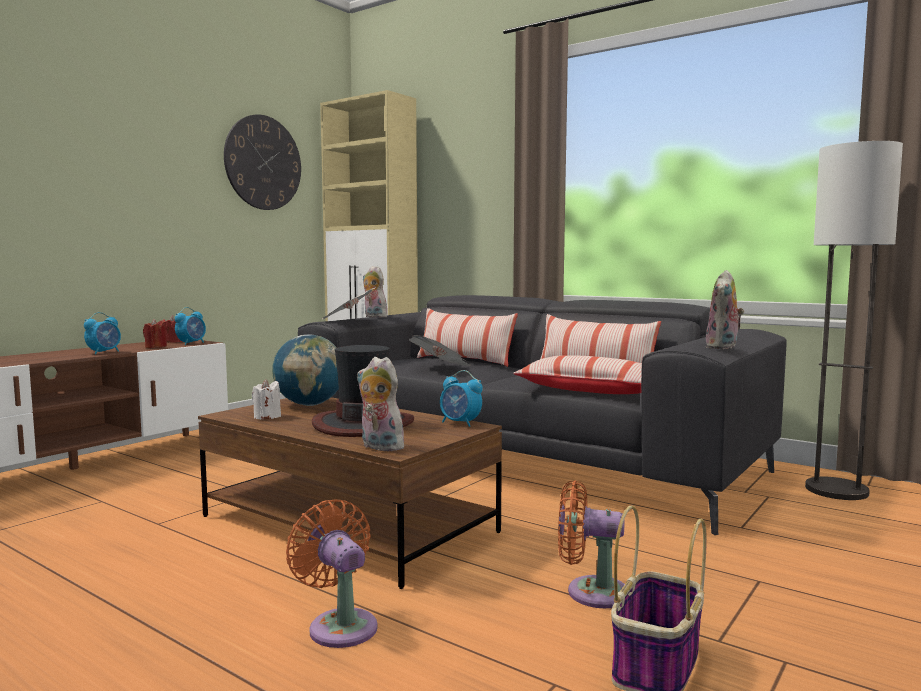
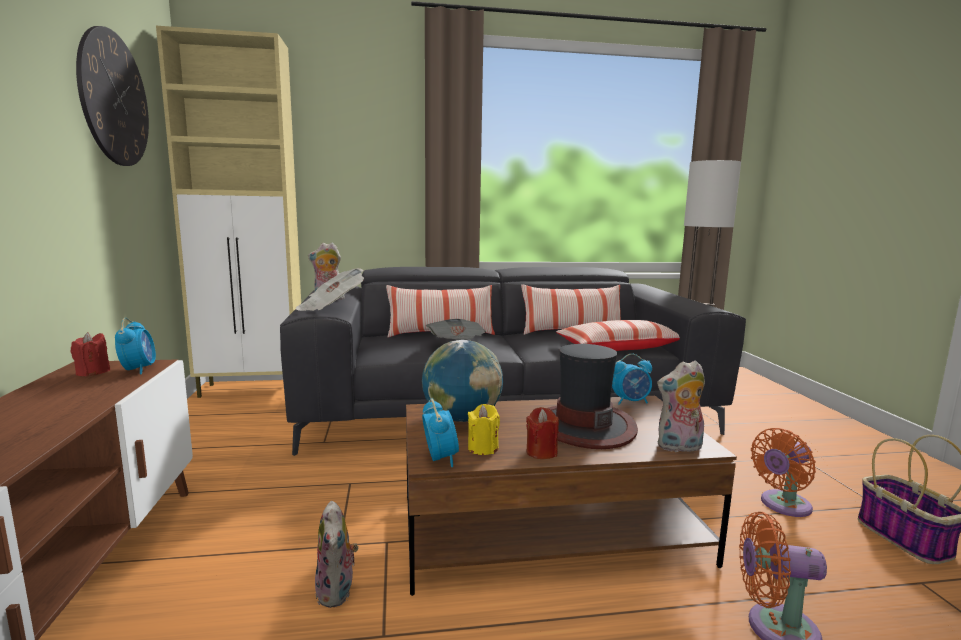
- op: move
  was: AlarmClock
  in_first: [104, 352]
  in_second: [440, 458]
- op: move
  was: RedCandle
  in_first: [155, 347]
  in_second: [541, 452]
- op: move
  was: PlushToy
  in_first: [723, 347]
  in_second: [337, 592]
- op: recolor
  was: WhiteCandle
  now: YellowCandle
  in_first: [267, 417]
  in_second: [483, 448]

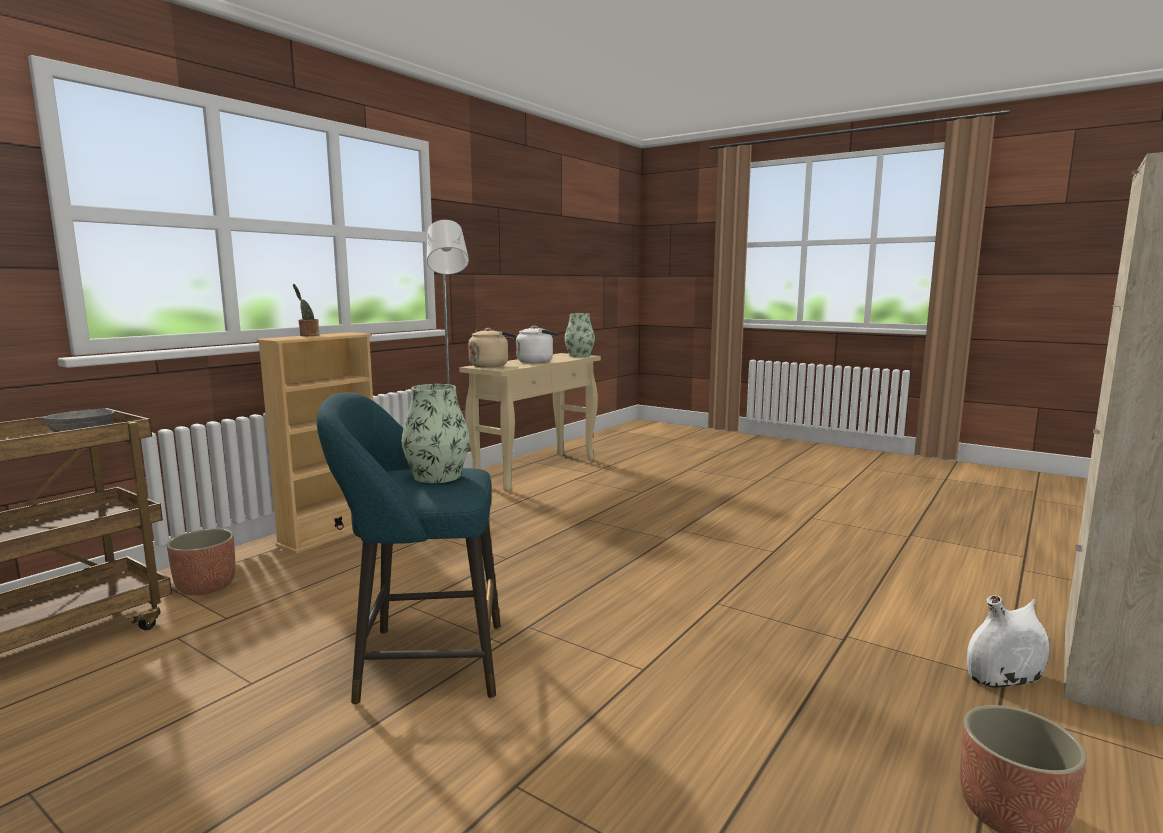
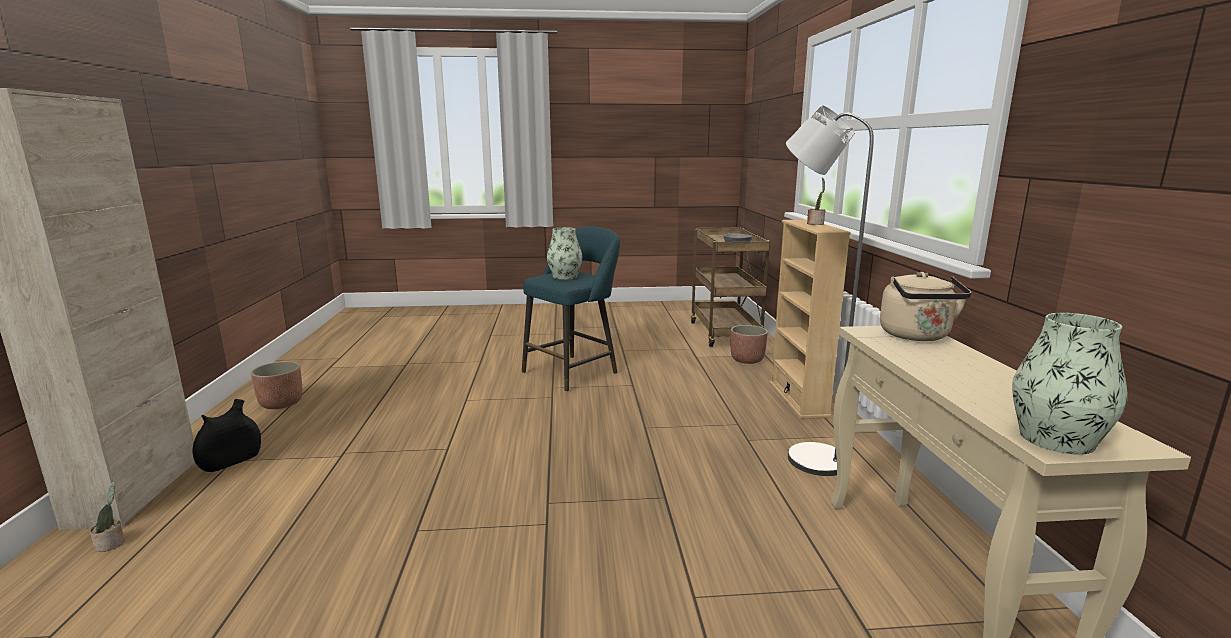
- op: delete
  was: WhiteKettle
  in_first: [537, 361]
- op: insert
  now: PottedPlant
  in_second: [112, 544]
- op: recolor
  was: WhiteVase
  now: BlackVase
  in_first: [1004, 678]
  in_second: [231, 461]

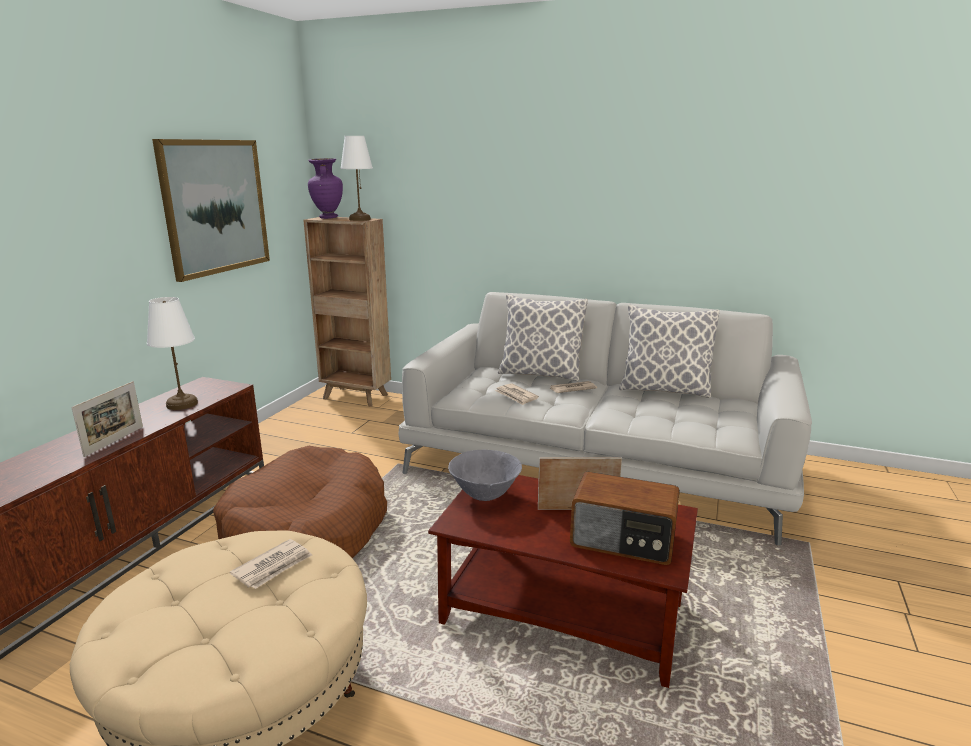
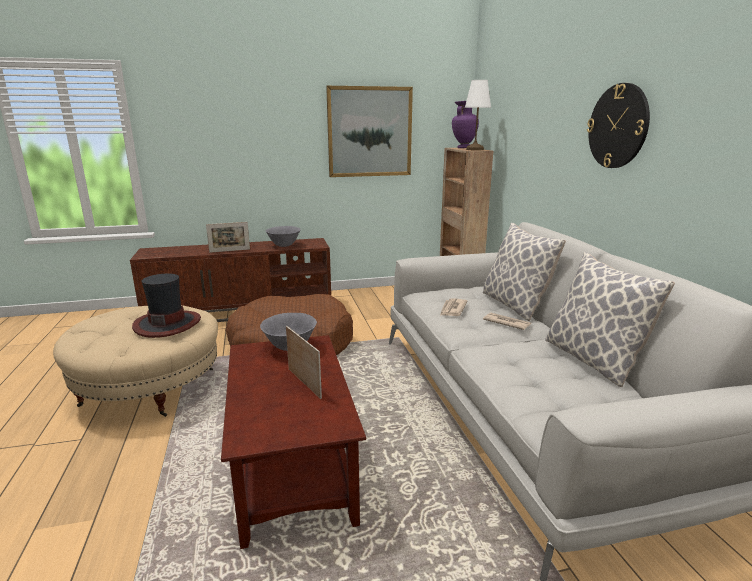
- op: delete
  was: Radio
  in_first: [623, 540]
- op: insert
  now: WallClock
  in_second: [618, 126]
- op: replace
  was: WhiteTableLamp
  now: GreyBowl
  in_first: [182, 404]
  in_second: [284, 246]
- op: replace
  was: Newspaper
  now: Hat
  in_first: [273, 566]
  in_second: [167, 324]

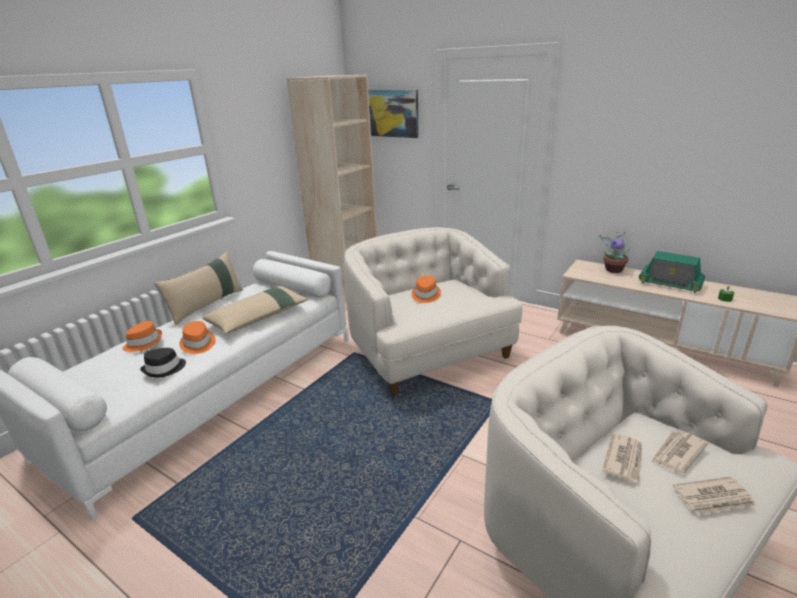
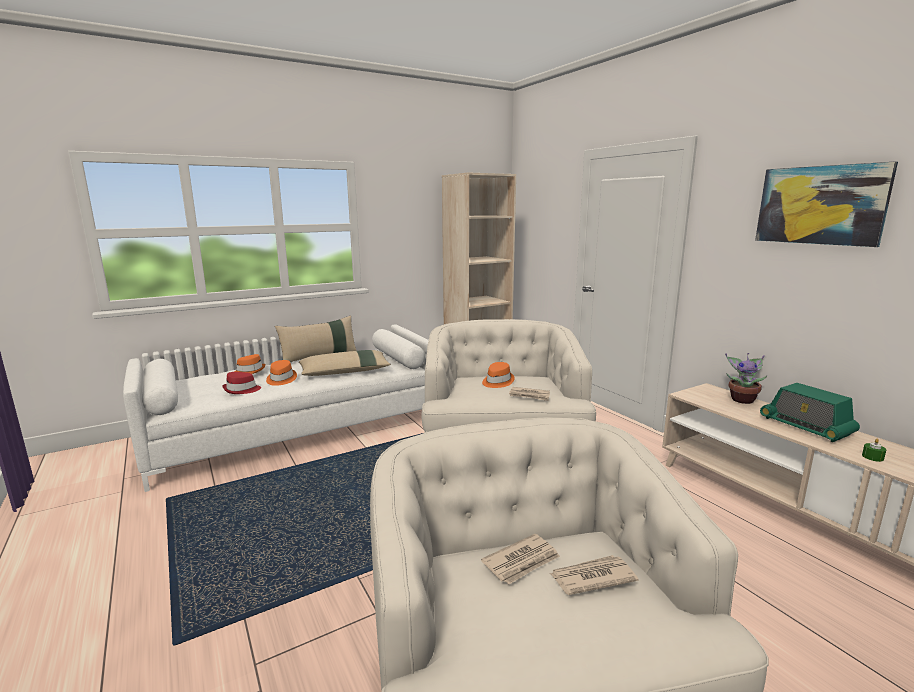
- op: move
  was: Picture
  in_first: [390, 113]
  in_second: [820, 205]
- op: move
  was: Newspaper
  in_first: [714, 498]
  in_second: [529, 395]
- op: recolor
  was: BlackHat
  now: RedHat
  in_first: [164, 369]
  in_second: [242, 390]

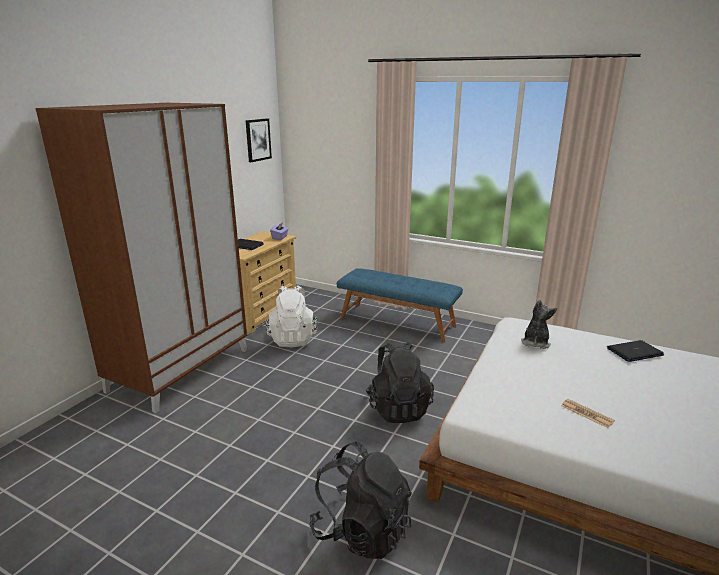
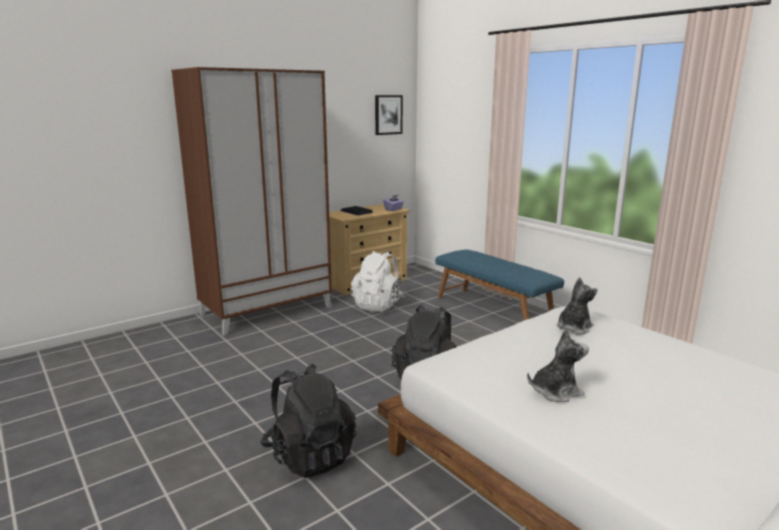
- op: delete
  was: Laptop
  in_first: [634, 352]
- op: replace
  was: Newspaper
  now: PlushToy
  in_first: [586, 413]
  in_second: [555, 391]

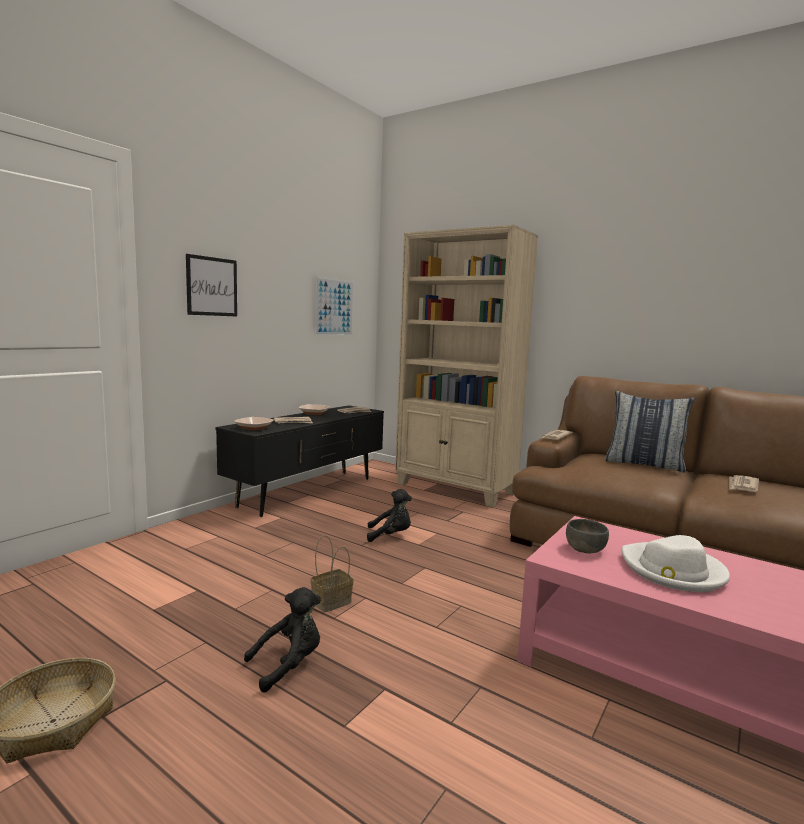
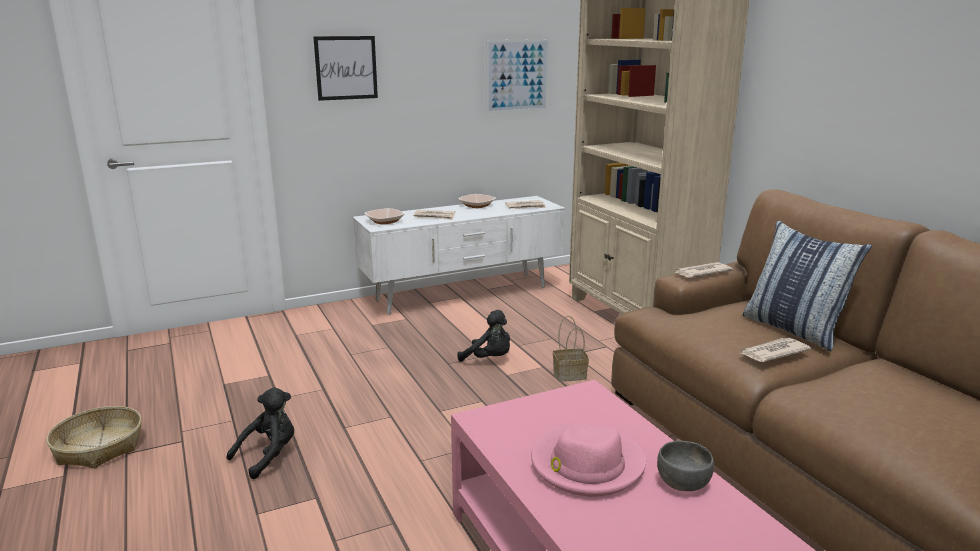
- op: move
  was: Basket
  in_first: [332, 601]
  in_second: [570, 374]
- op: move
  was: GreyBowl
  in_first: [585, 549]
  in_second: [683, 482]
- op: move
  was: Newspaper
  in_first: [742, 486]
  in_second: [773, 352]
- op: recolor
  was: BlackTvStand
  now: WhiteTvStand
  in_first: [308, 492]
  in_second: [462, 294]
- op: recolor
  was: WhiteHat
  now: PinkHat
  in_first: [672, 570]
  in_second: [586, 465]
- op: rotate
  was: BlackPlushToy
  in_first: [288, 665]
  in_second: [269, 456]
  clockwise: -45

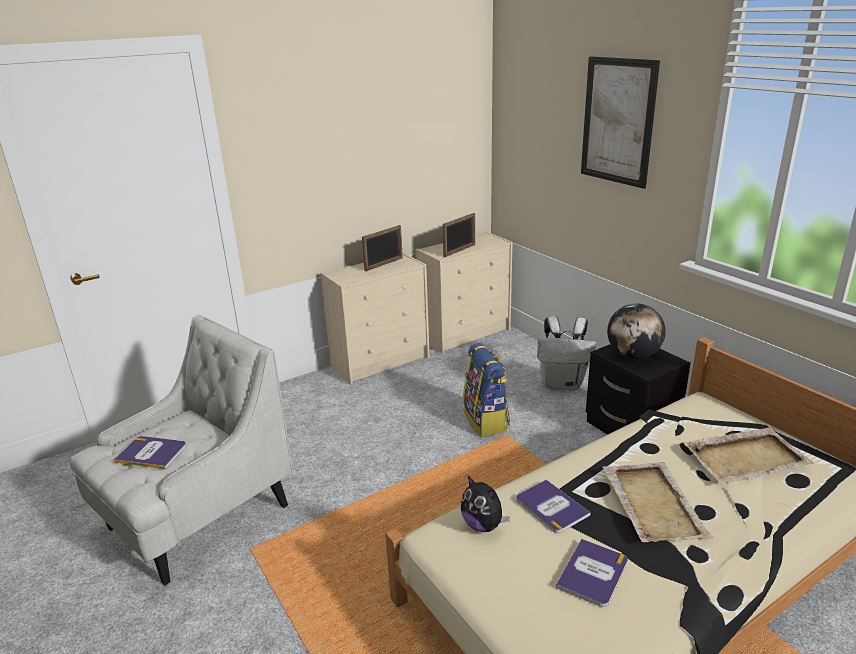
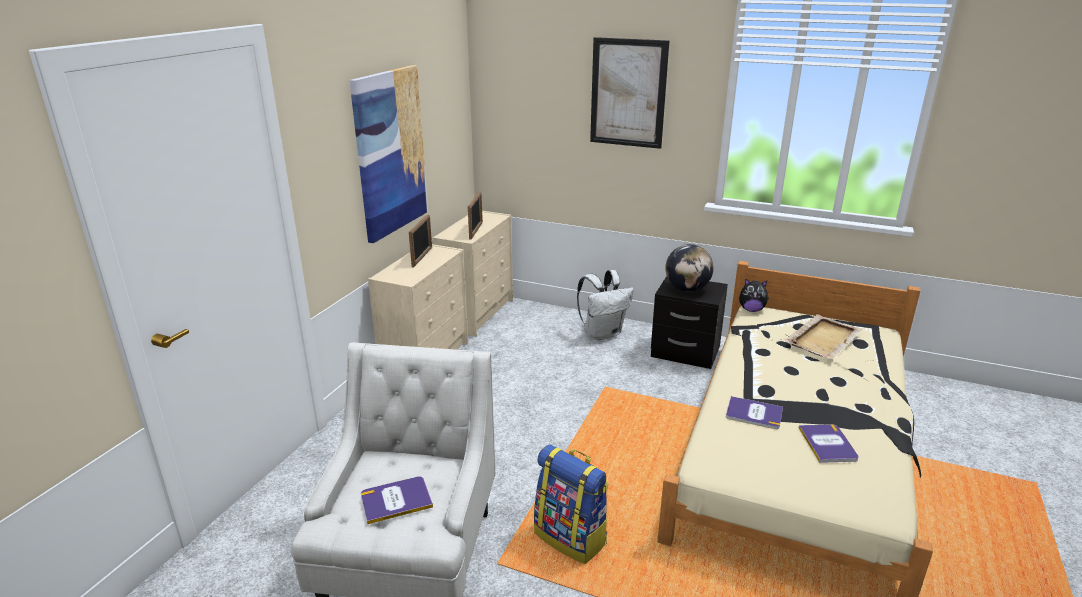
- op: delete
  was: BeigeTray
  in_first: [653, 503]
- op: insert
  now: Picture
  in_second: [390, 152]
- op: move
  was: PlushToy
  in_first: [483, 525]
  in_second: [751, 310]
- op: move
  was: Backpack
  in_first: [486, 421]
  in_second: [571, 537]

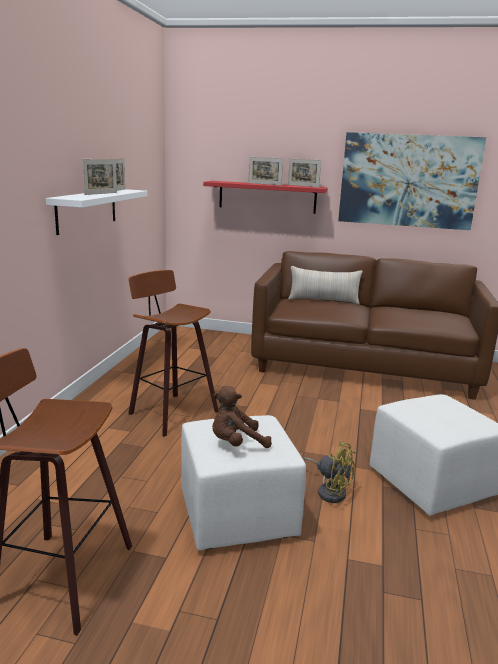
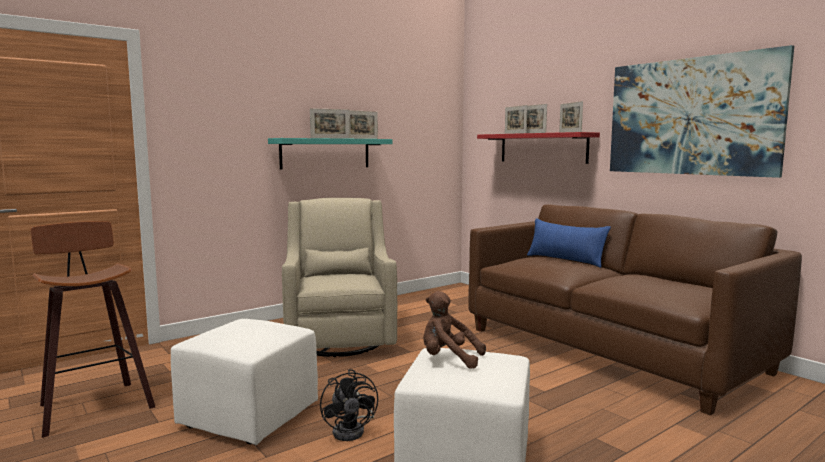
- op: insert
  now: PictureFrame
  in_second: [515, 133]
- op: move
  was: BrownPlushToy
  in_first: [236, 443]
  in_second: [448, 359]
- op: replace
  was: Stool
  now: BeigeArmchair
  in_first: [170, 412]
  in_second: [339, 340]
- op: recolor
  was: WhiteShelf
  now: TurquoiseShelf
  in_first: [87, 210]
  in_second: [325, 153]
- op: recolor
  was: BeigePillow
  now: BluePillow
  in_first: [323, 300]
  in_second: [565, 260]
- op: recolor
  was: YellowFan
  now: BlackFan
  in_first: [329, 491]
  in_second: [353, 430]

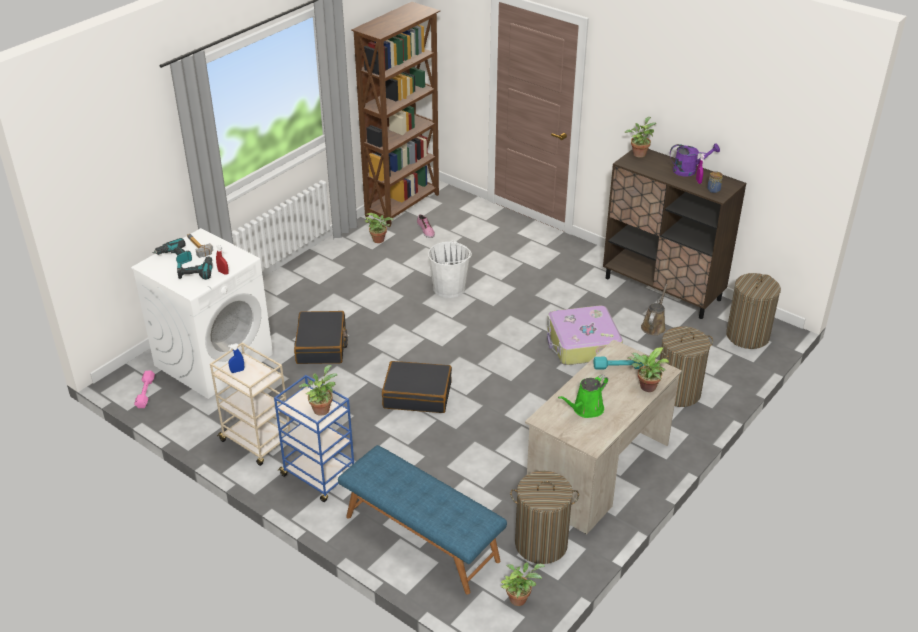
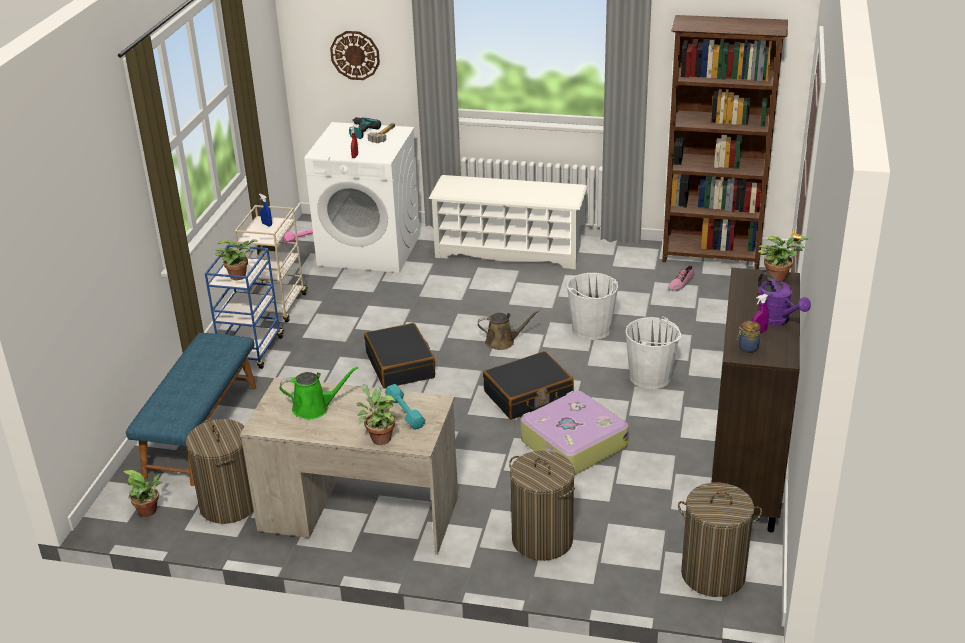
- op: delete
  was: PowerDrill
  in_first: [196, 272]
- op: delete
  was: PottedPlant
  in_first: [380, 240]
- op: insert
  now: WallClock
  in_second: [355, 55]
- op: insert
  now: WhiteShoeRack
  in_second: [509, 251]
- op: insert
  now: WhiteBucket
  in_second: [650, 377]
- op: move
  was: BlackSuitcase
  in_first: [321, 345]
  in_second: [528, 396]
- op: move
  was: BrownWateringCan
  in_first: [654, 326]
  in_second: [503, 342]
- op: rotate
  was: GreenWateringCan
  in_first: [585, 409]
  in_second: [315, 408]
  clockwise: 150

